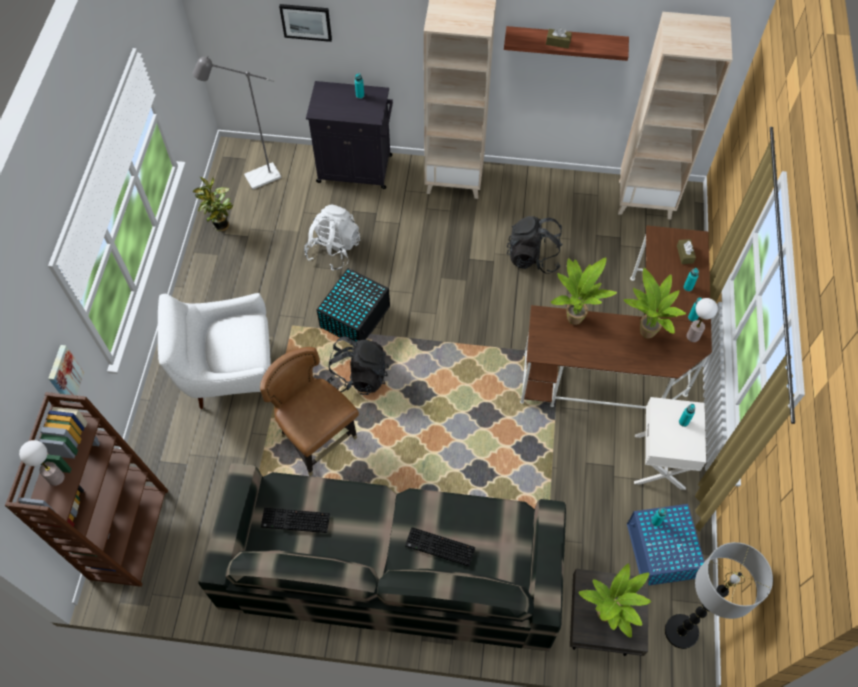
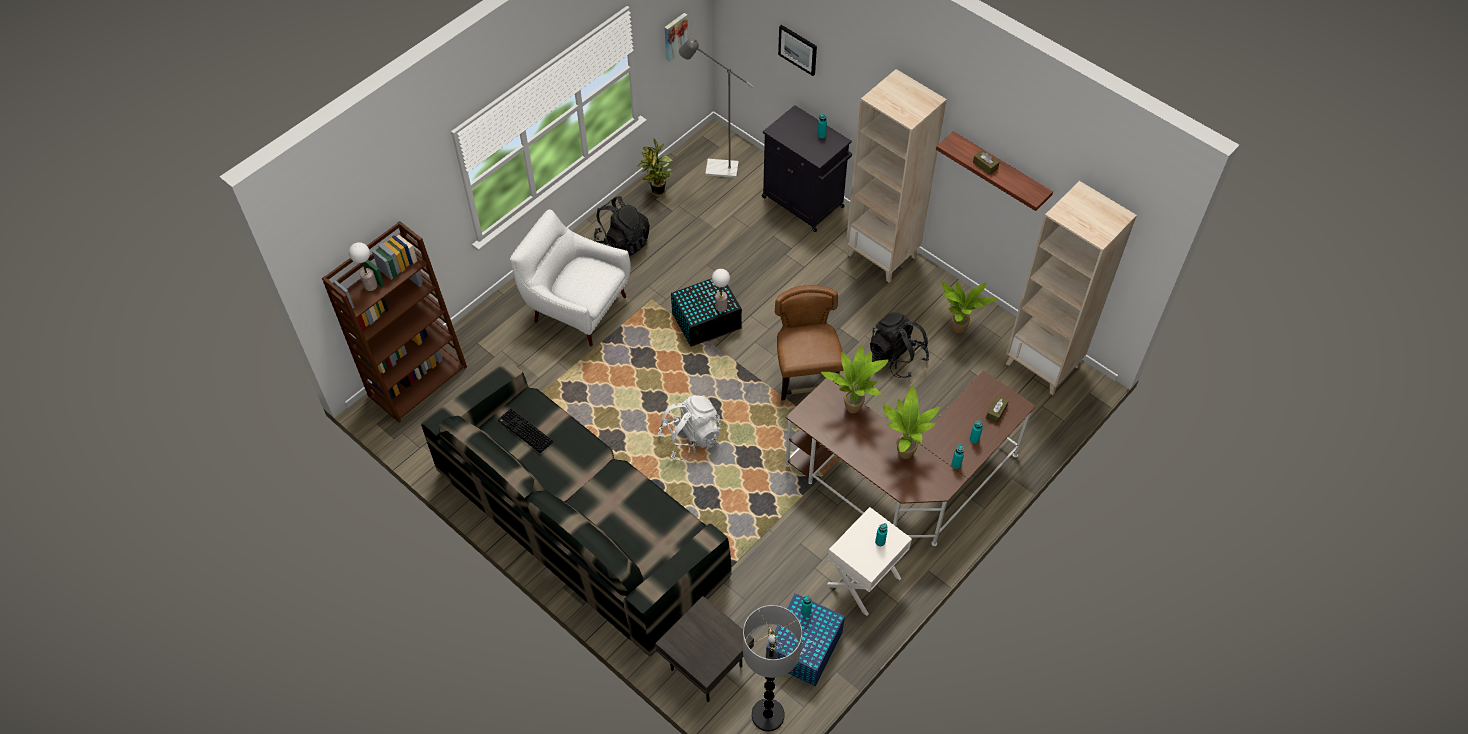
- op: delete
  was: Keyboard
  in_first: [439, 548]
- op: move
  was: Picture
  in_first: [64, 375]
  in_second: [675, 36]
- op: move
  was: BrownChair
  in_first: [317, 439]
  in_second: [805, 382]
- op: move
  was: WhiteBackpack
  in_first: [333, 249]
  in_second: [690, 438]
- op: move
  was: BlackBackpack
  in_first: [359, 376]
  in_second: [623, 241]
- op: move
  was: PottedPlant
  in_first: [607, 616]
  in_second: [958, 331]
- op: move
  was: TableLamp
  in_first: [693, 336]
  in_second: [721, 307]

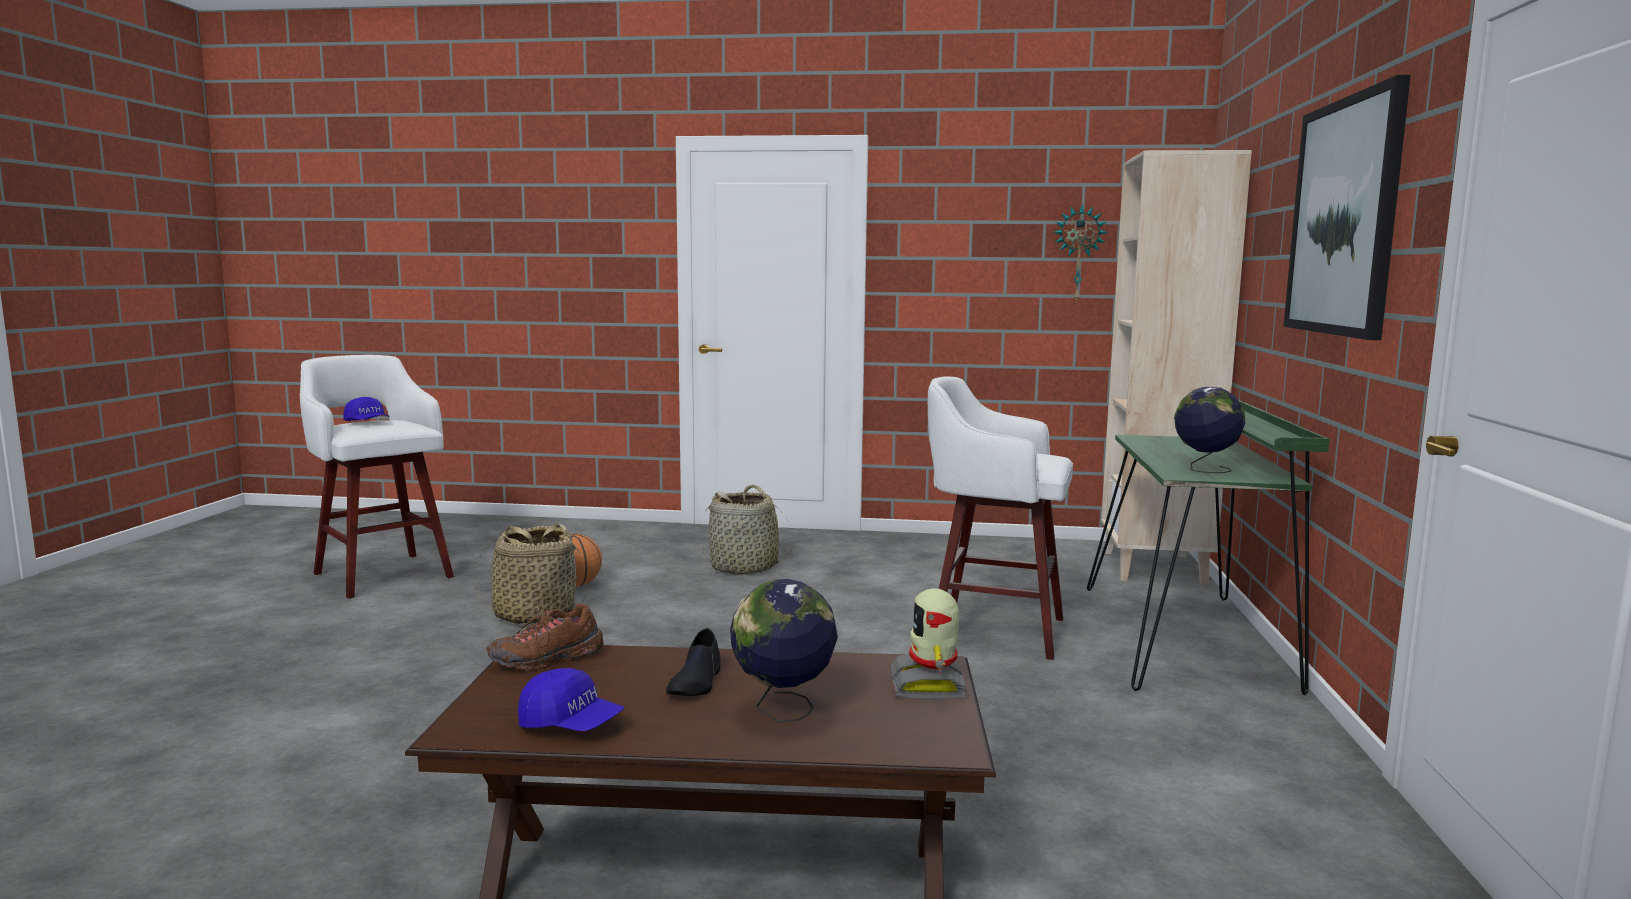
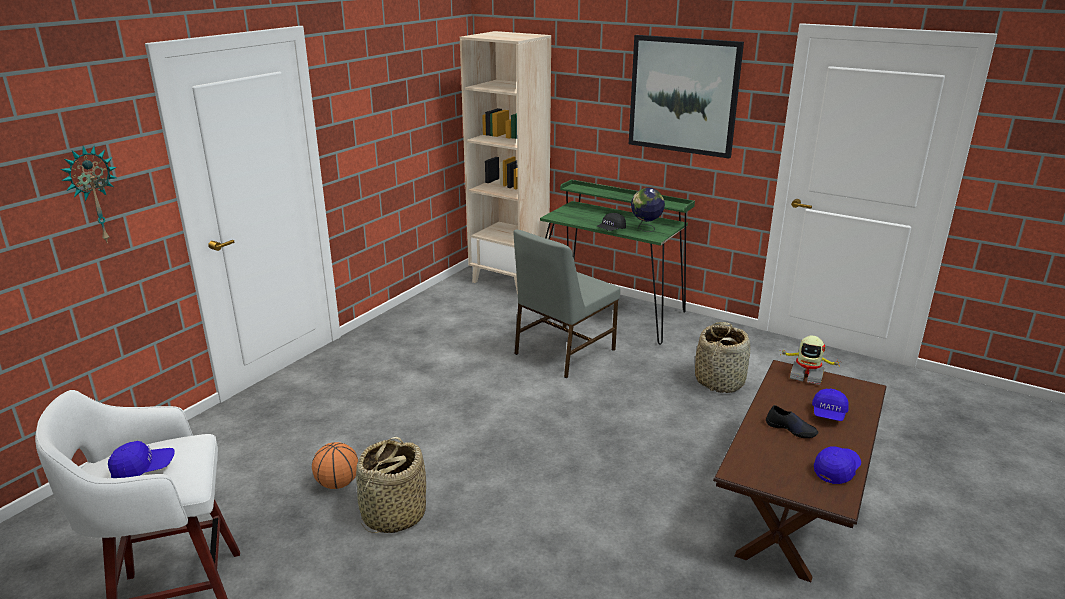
- op: delete
  was: BrownShoe
  in_first: [548, 659]
- op: insert
  now: BlackCap
  in_second: [611, 230]
- op: move
  was: Basket
  in_first: [744, 567]
  in_second: [720, 381]
- op: move
  was: WallClock
  in_first: [1078, 254]
  in_second: [92, 194]
- op: replace
  was: Globe
  now: BlueCap
  in_first: [783, 711]
  in_second: [828, 414]
- op: replace
  was: WhiteStool
  now: GreyChair
  in_first: [992, 630]
  in_second: [563, 352]

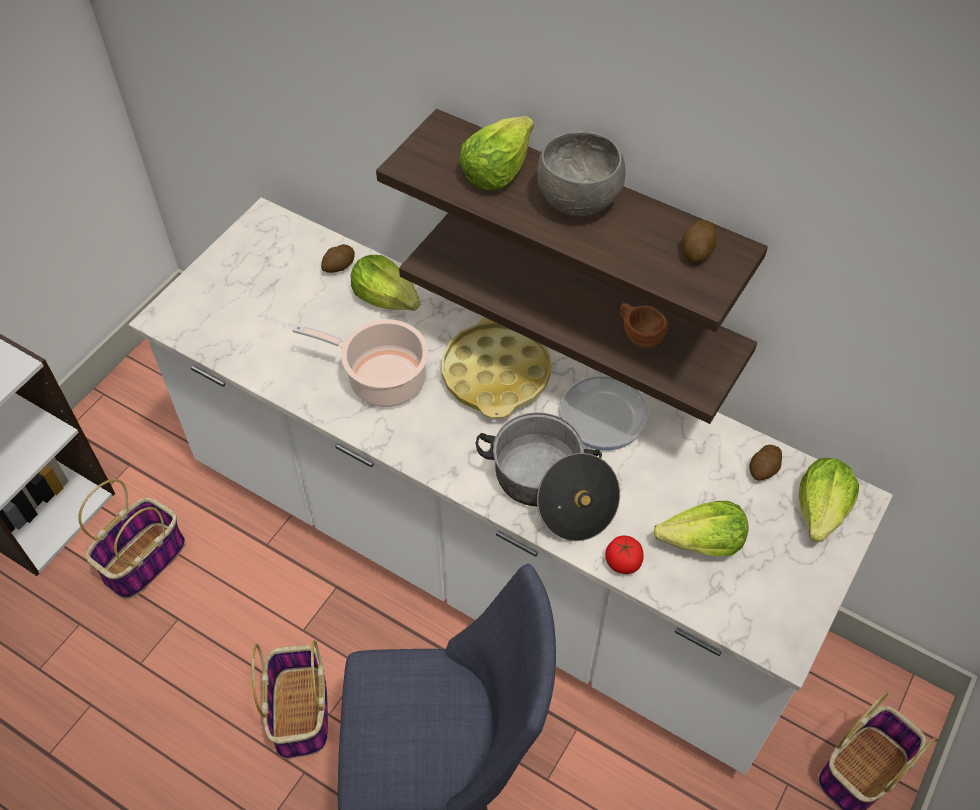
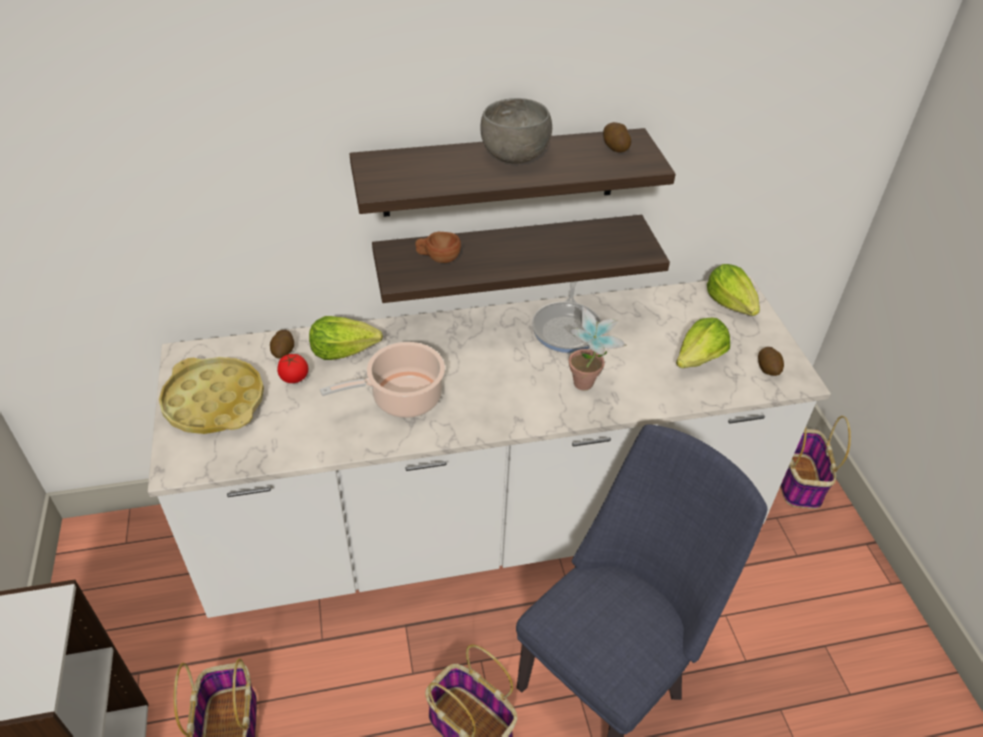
- op: delete
  was: Lettuce
  in_first: [496, 169]
- op: move
  was: YellowTray
  in_first: [496, 374]
  in_second: [214, 402]
- op: move
  was: Tomato
  in_first: [622, 562]
  in_second: [294, 377]
- op: move
  was: BrownCup
  in_first: [638, 335]
  in_second: [438, 258]
- op: move
  was: Potato
  in_first: [763, 470]
  in_second: [768, 369]
- op: replace
  was: CookingPot
  now: PottedPlant
  in_first: [550, 489]
  in_second: [586, 388]

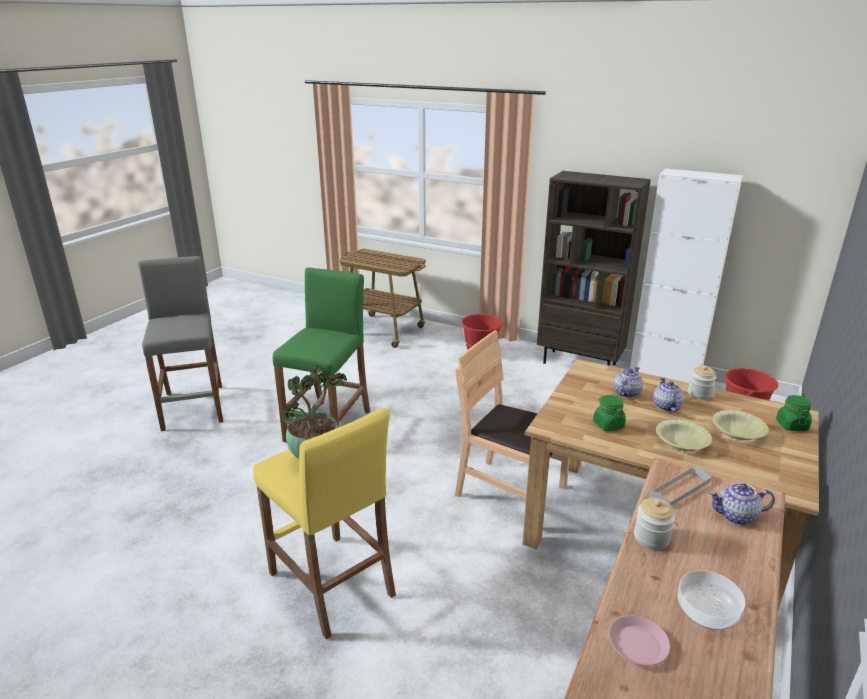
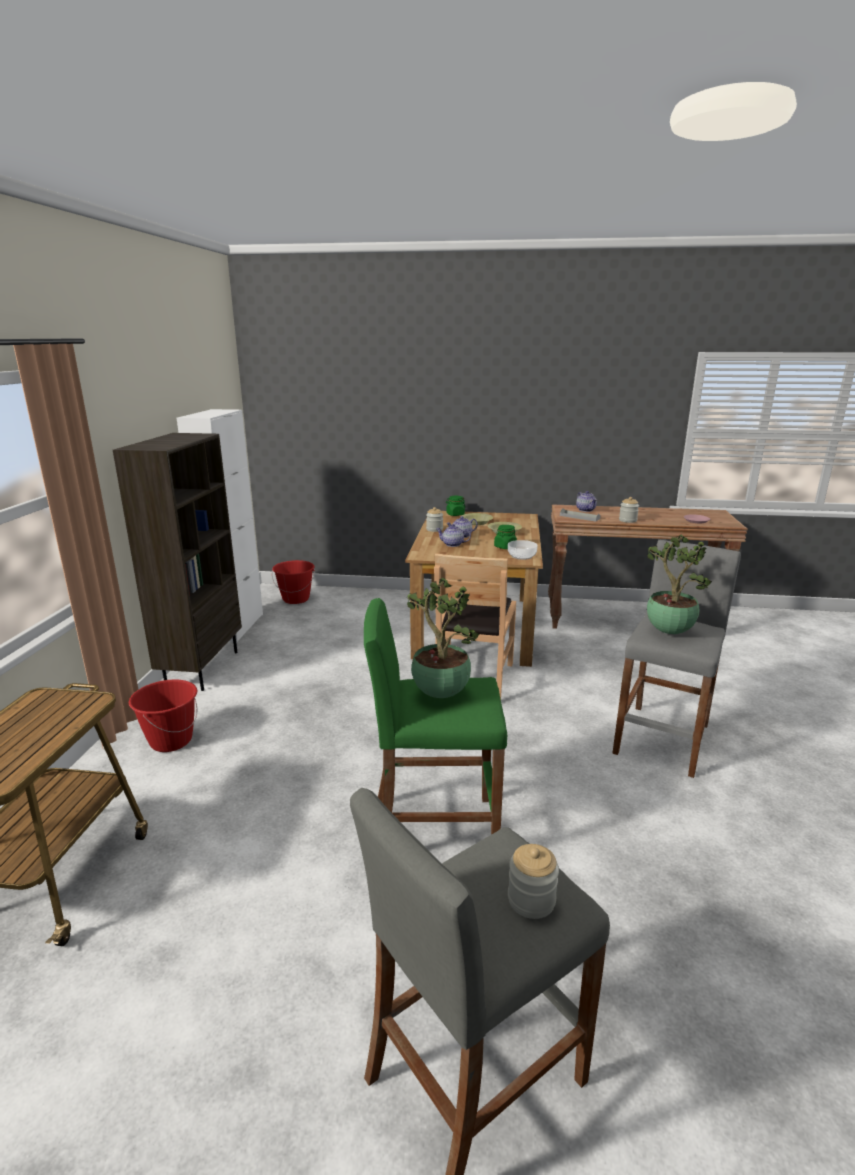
- op: insert
  now: PottedPlant
  in_second: [439, 693]
- op: insert
  now: Jar
  in_second: [531, 900]
- op: move
  was: Bowl
  in_first: [706, 612]
  in_second: [522, 556]
- op: recolor
  was: YellowStool
  now: GreyStool
  in_first: [331, 584]
  in_second: [662, 739]

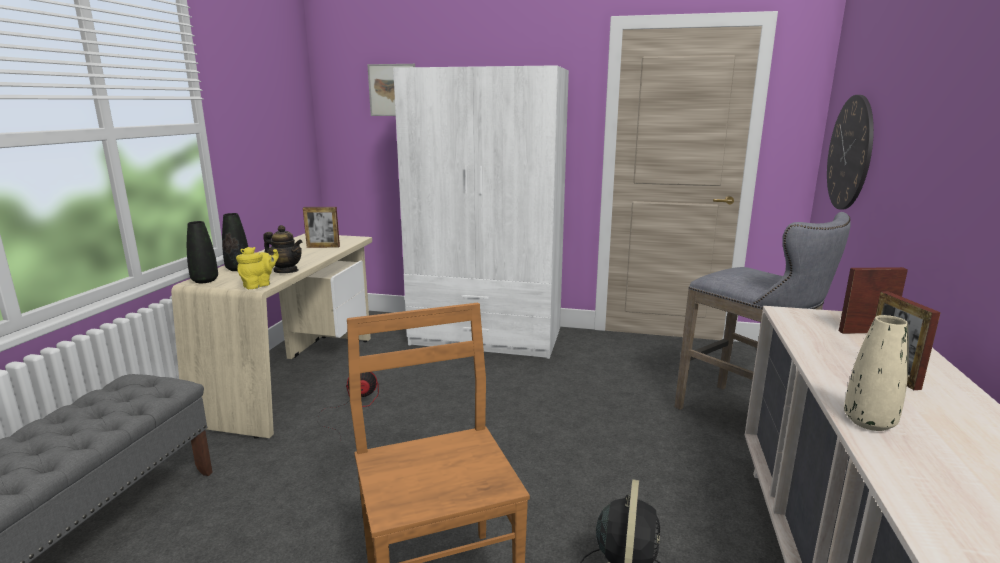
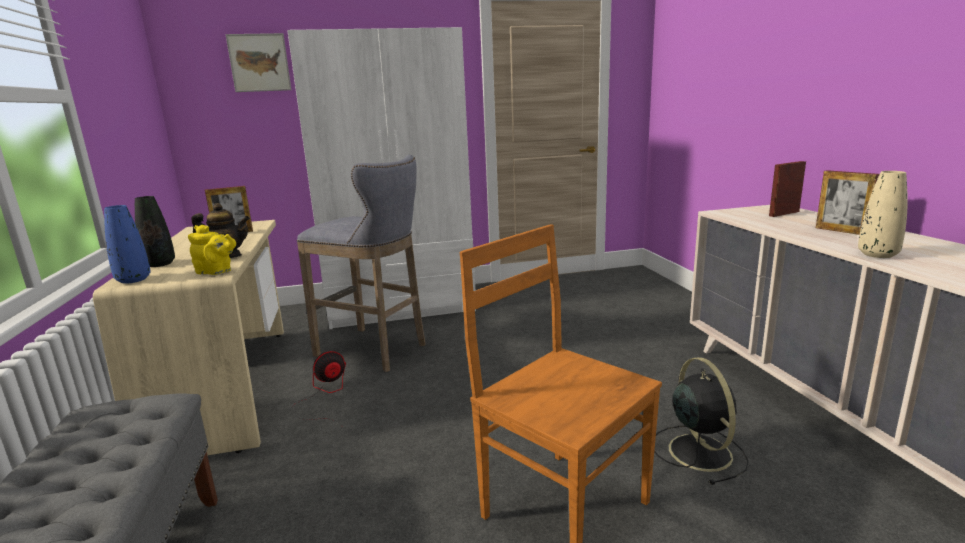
- op: delete
  was: WallClock
  in_first: [850, 153]
- op: move
  was: GreyStool
  in_first: [745, 418]
  in_second: [376, 350]
- op: recolor
  was: BlackVase
  now: BlueVase
  in_first: [205, 281]
  in_second: [133, 280]
- op: rotate
  was: YellowTeapot
  in_first: [259, 285]
  in_second: [216, 272]
  clockwise: 90

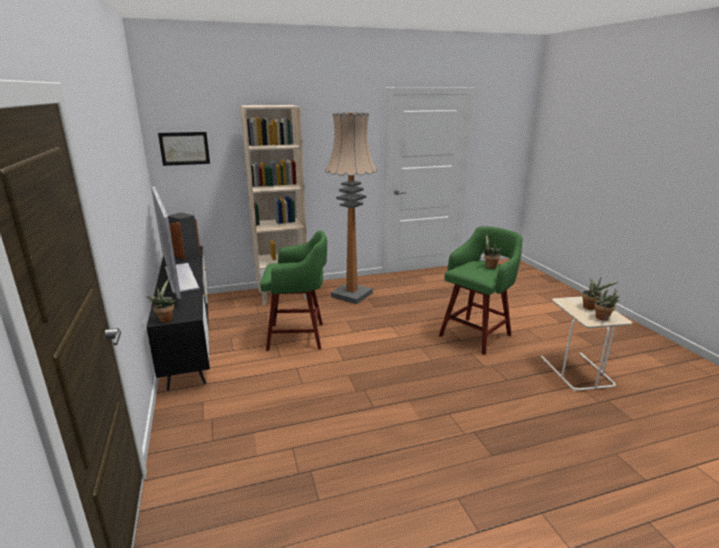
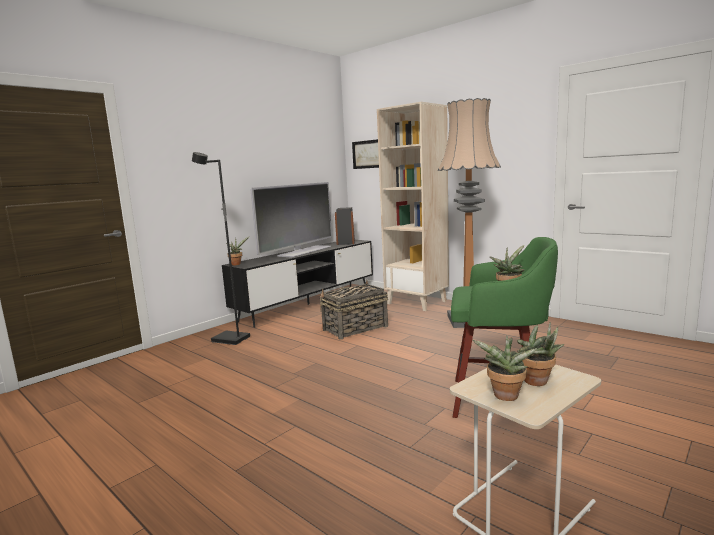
- op: insert
  now: BlackFloorLamp
  in_second: [230, 340]
- op: replace
  was: GreenStool
  now: Basket
  in_first: [298, 336]
  in_second: [354, 328]

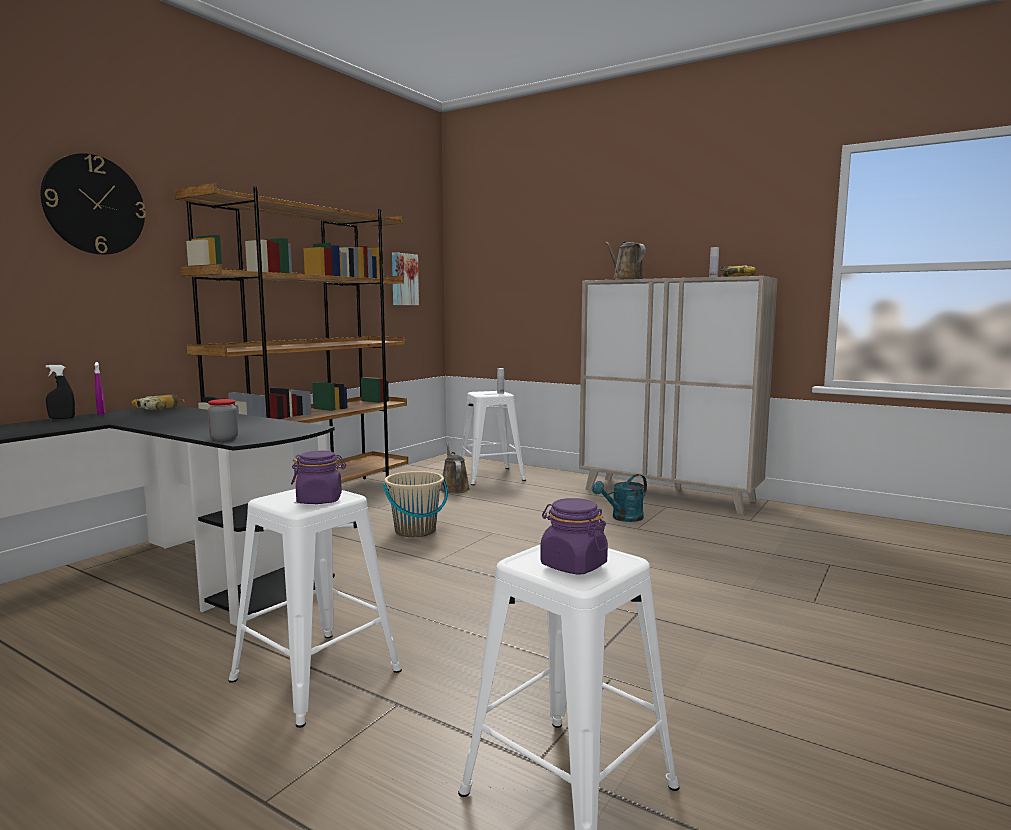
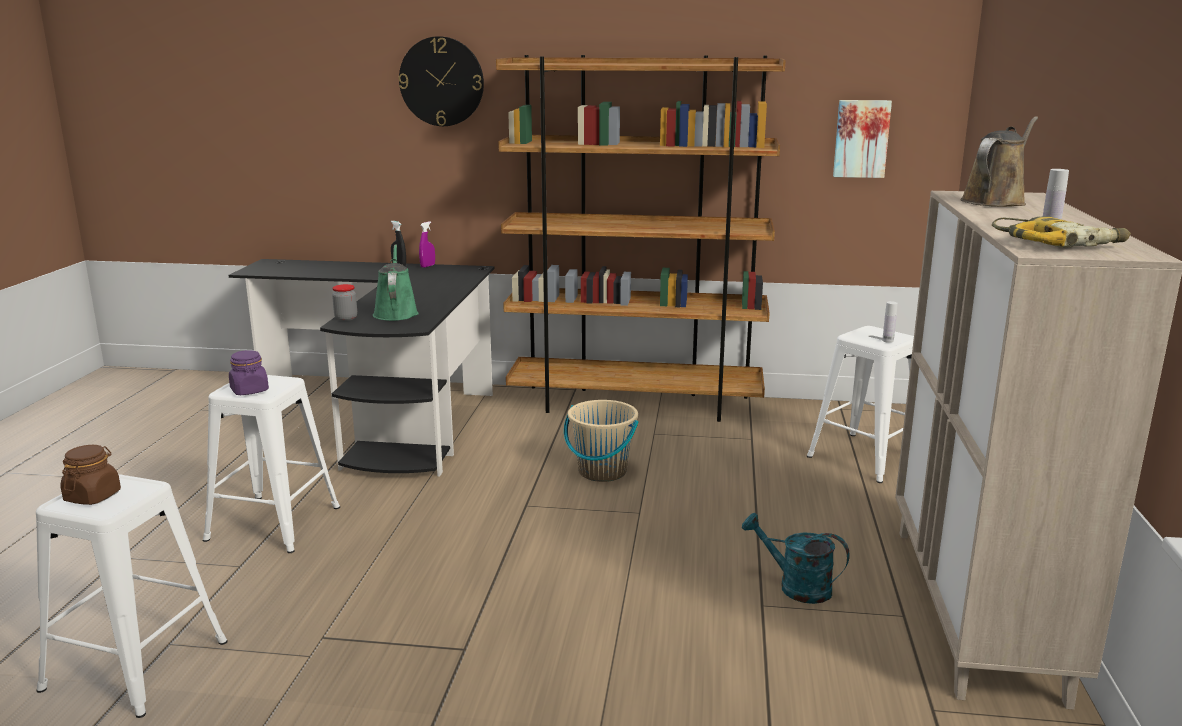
- op: delete
  was: PowerDrill
  in_first: [162, 409]
- op: delete
  was: BrownWateringCan
  in_first: [453, 488]
- op: insert
  now: GreenWateringCan
  in_second: [395, 313]
- op: recolor
  was: PurpleJar
  now: BrownJar
  in_first: [573, 565]
  in_second: [93, 496]

